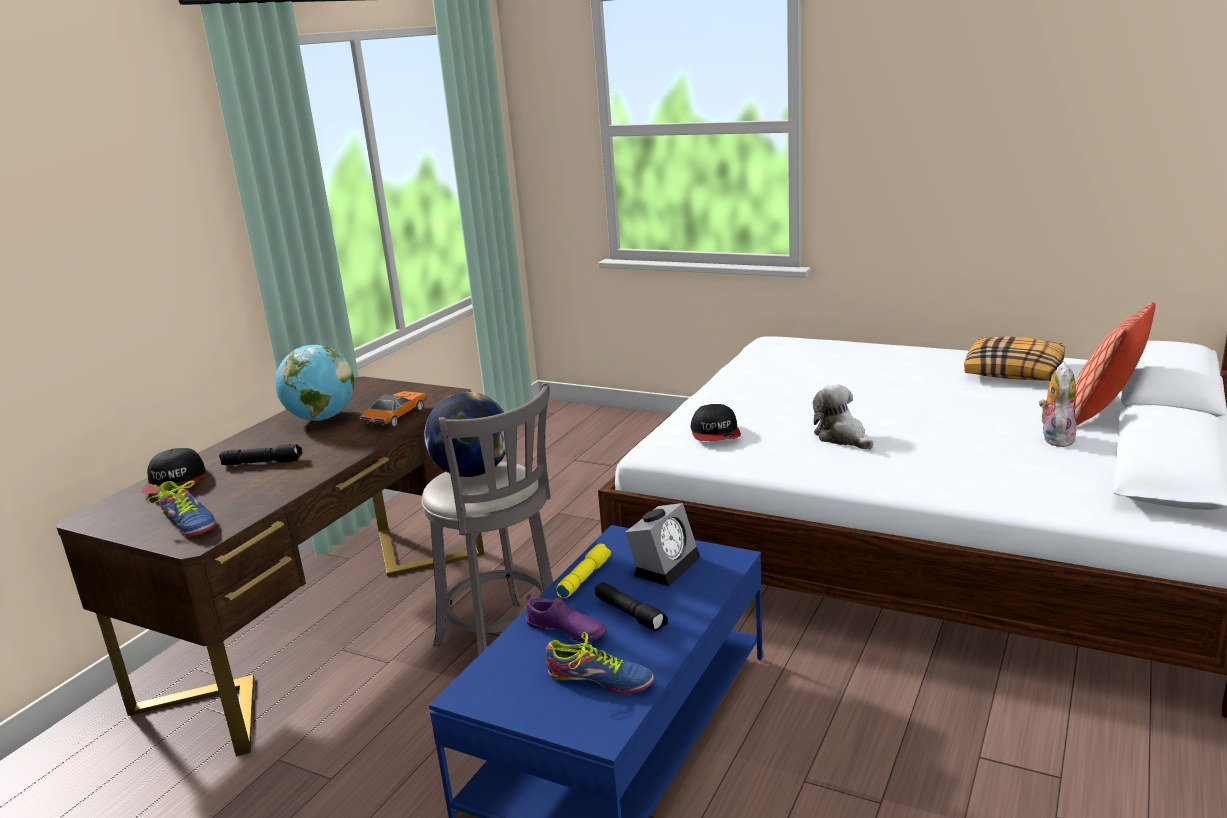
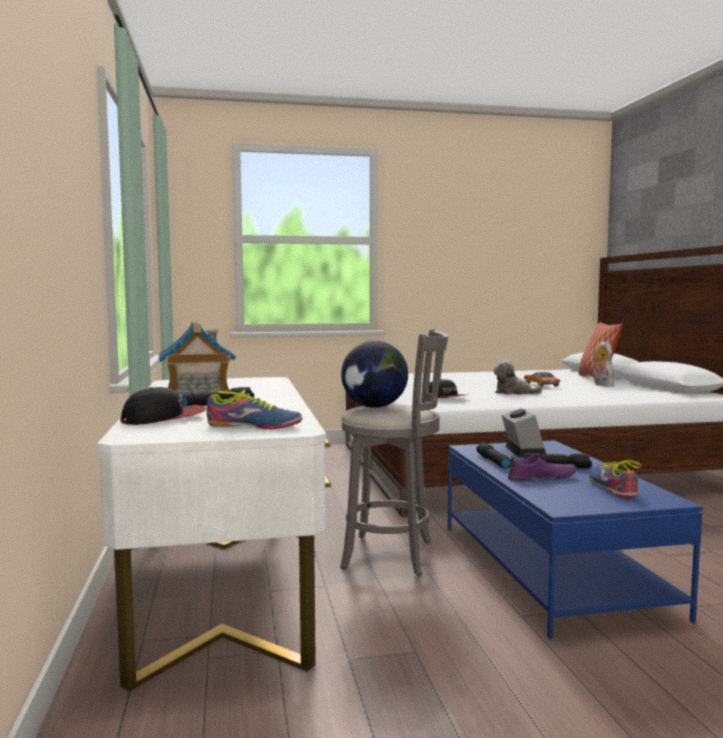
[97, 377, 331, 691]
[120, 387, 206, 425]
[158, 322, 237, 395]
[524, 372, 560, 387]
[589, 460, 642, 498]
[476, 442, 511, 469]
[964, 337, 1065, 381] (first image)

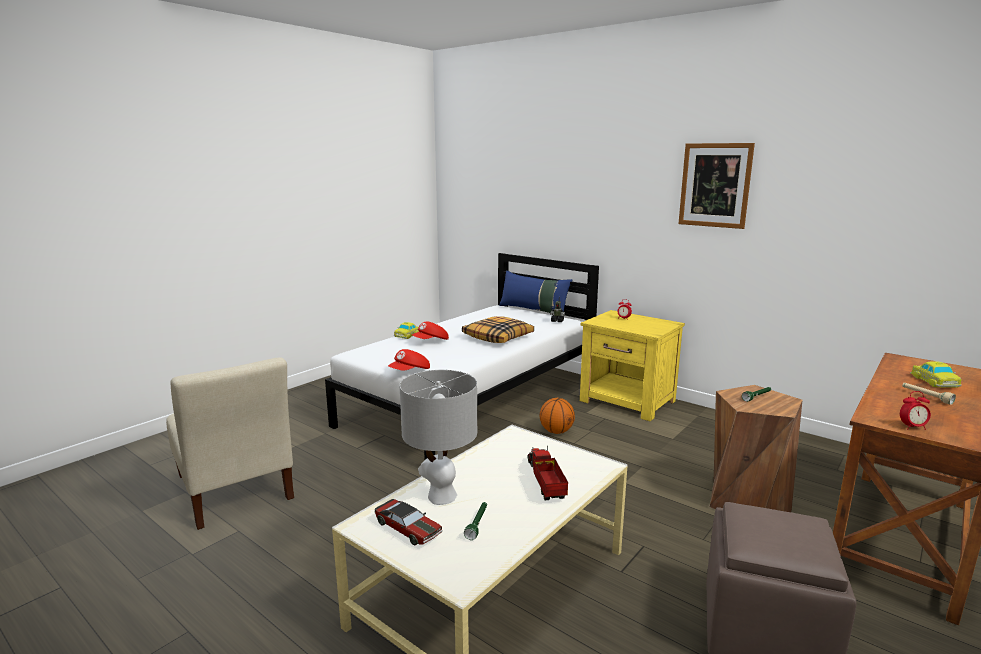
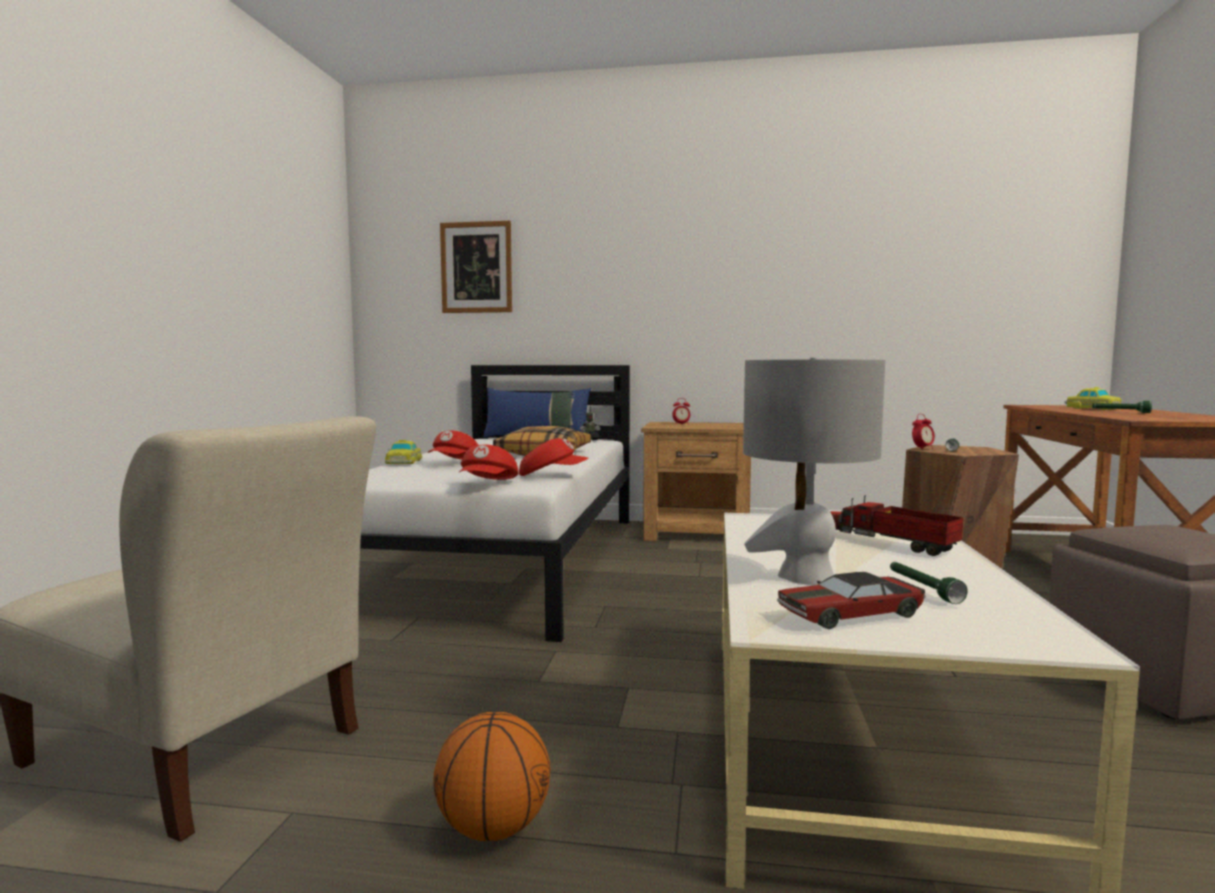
[777, 572, 925, 629]
[433, 712, 550, 841]
[641, 422, 751, 541]
[440, 221, 512, 313]
[912, 414, 935, 449]
[1092, 401, 1152, 413]
[519, 438, 588, 476]

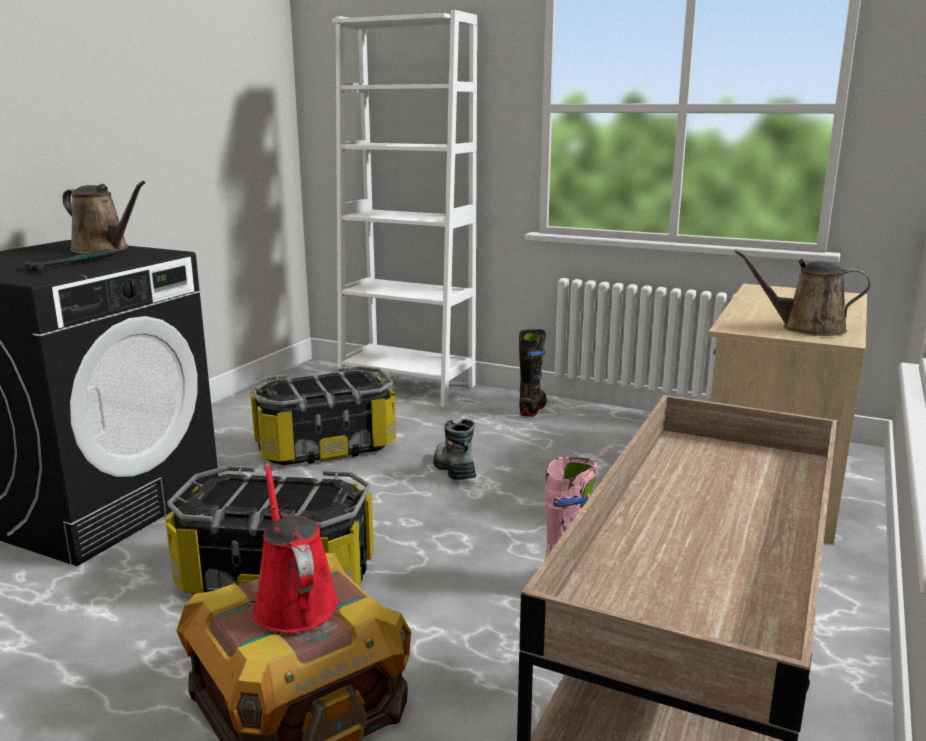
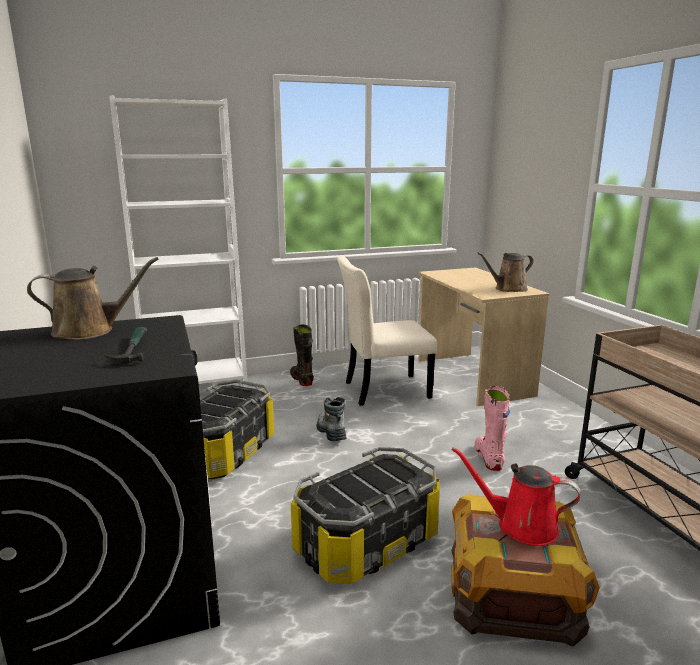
[317, 397, 347, 441]
[337, 256, 437, 406]

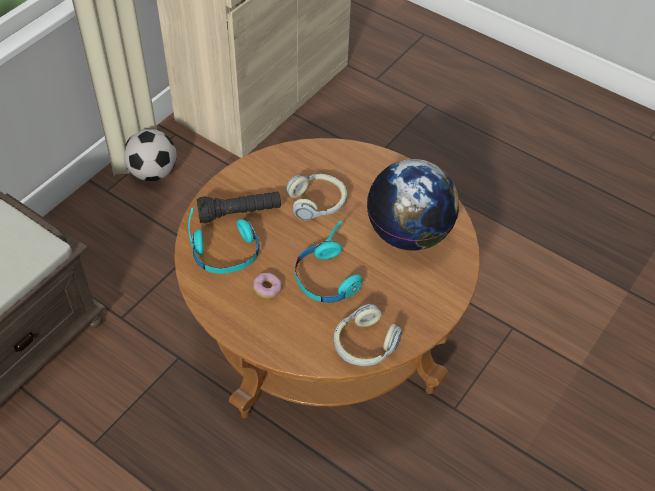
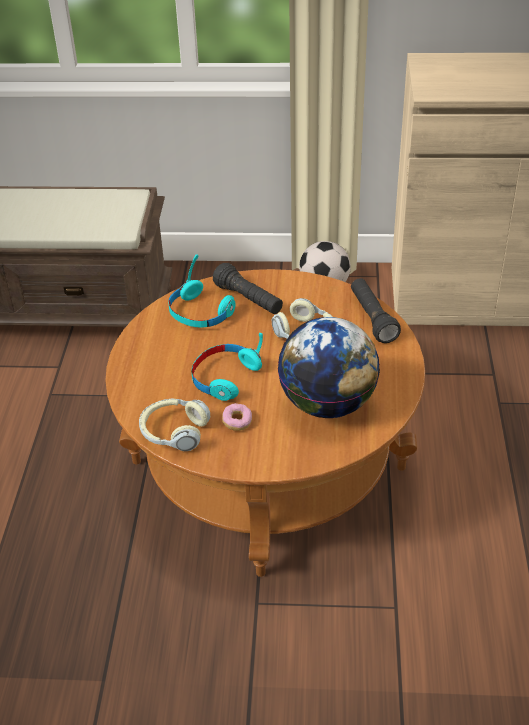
[222, 403, 252, 431]
[351, 278, 401, 343]

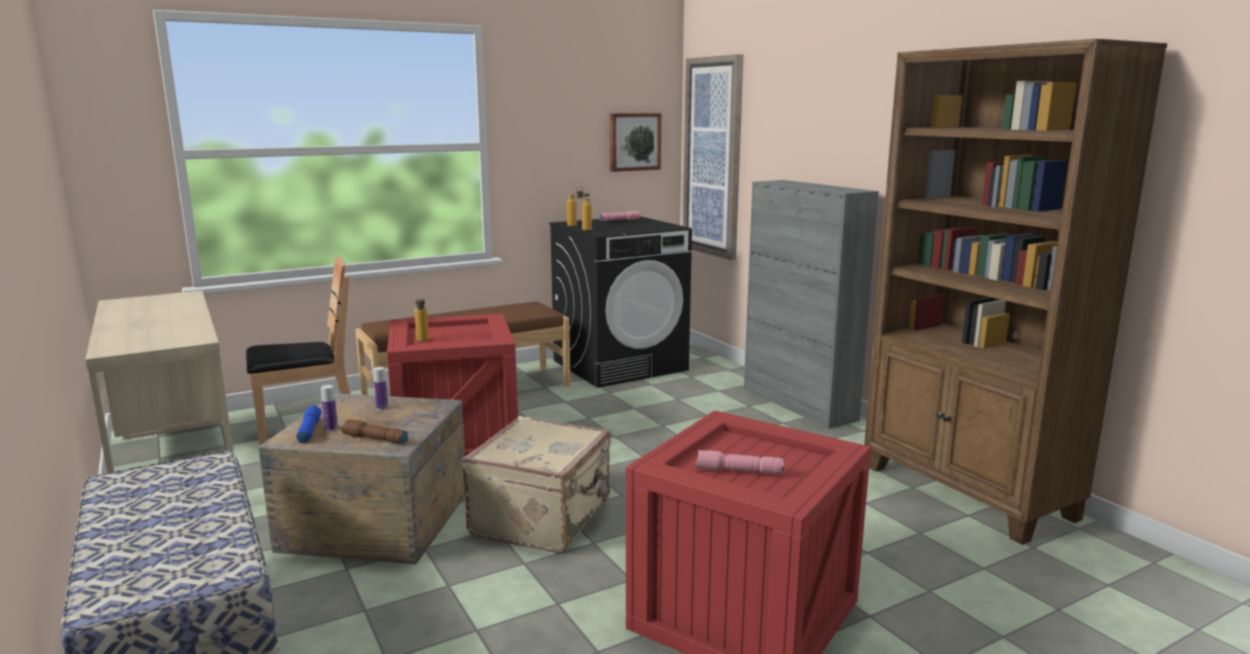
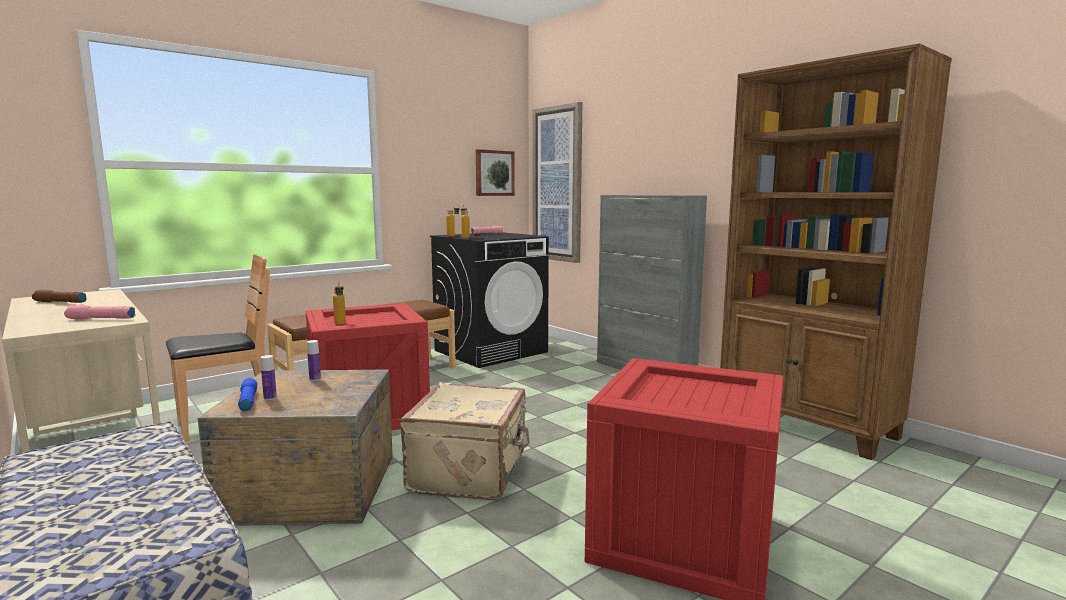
[32, 290, 87, 303]
[64, 305, 136, 319]

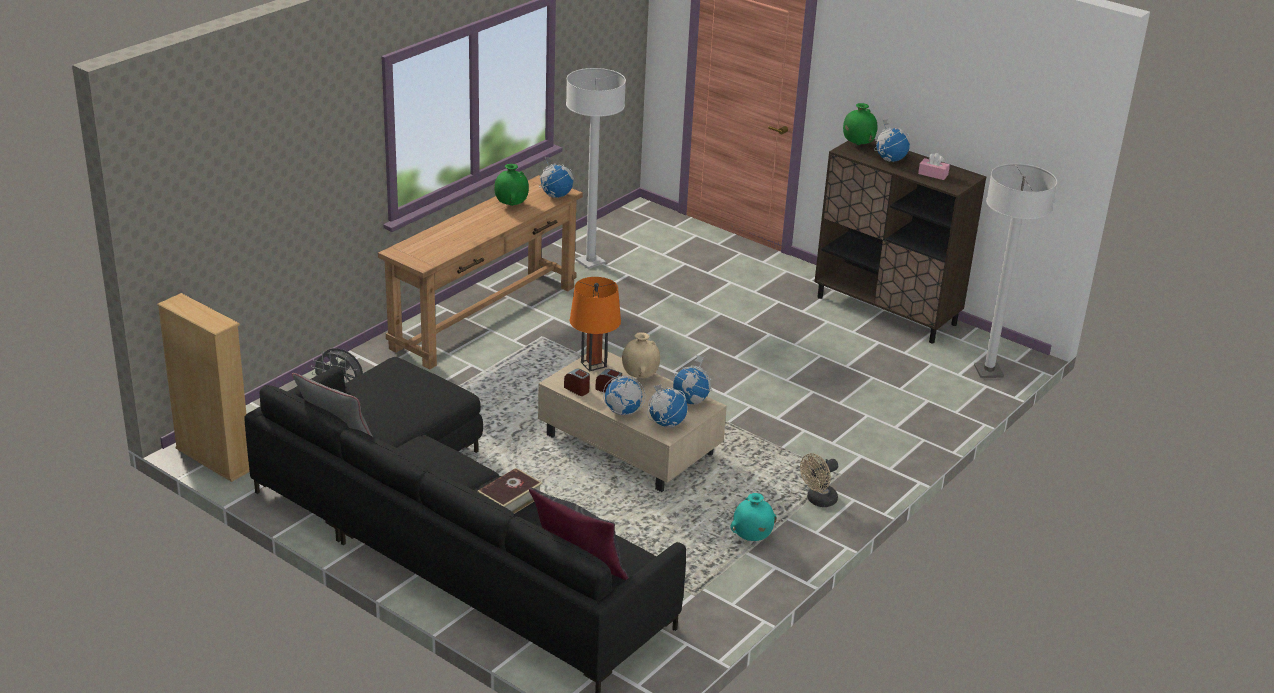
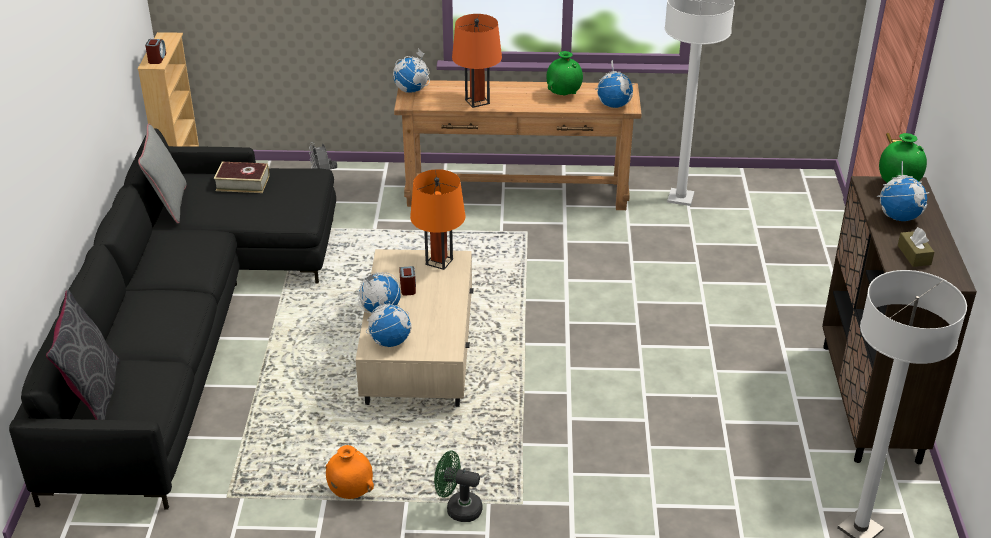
[214, 162, 270, 193]
[145, 39, 166, 64]
[622, 332, 660, 378] (first image)
[393, 49, 430, 93]
[325, 445, 374, 499]
[434, 451, 483, 522]
[898, 227, 934, 267]
[452, 14, 502, 108]

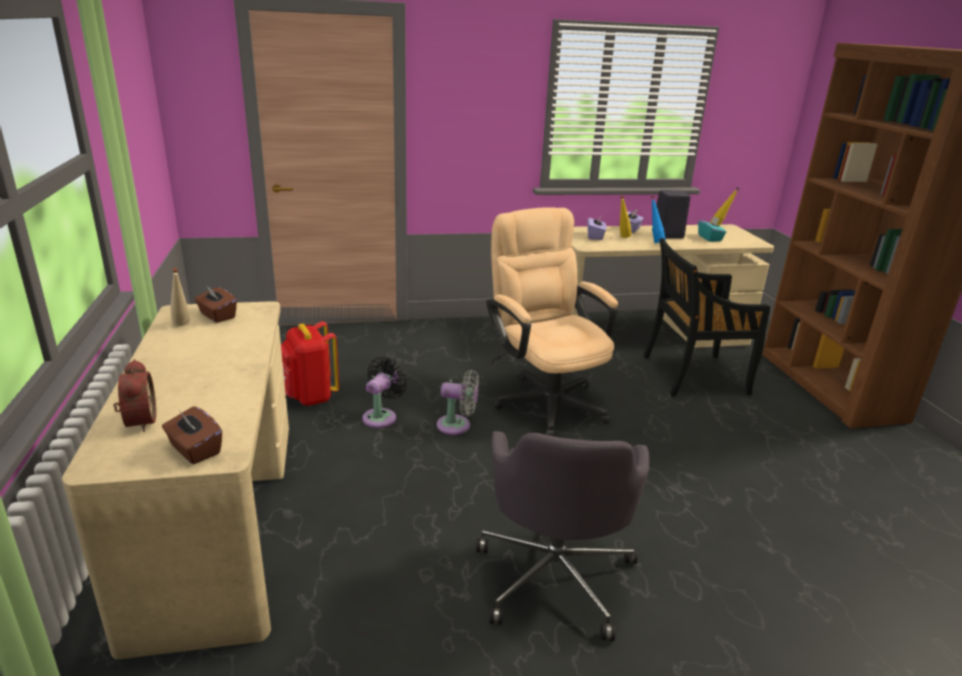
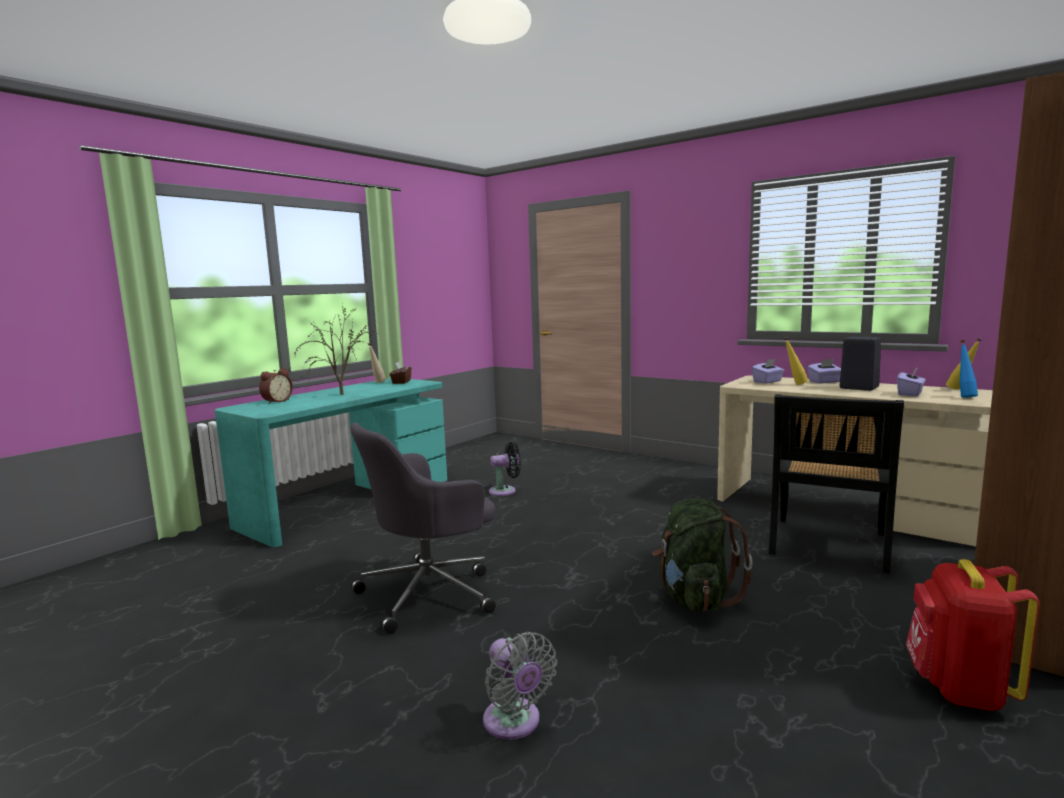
[215, 378, 447, 547]
[162, 407, 222, 464] (first image)
[906, 559, 1039, 711]
[483, 632, 557, 740]
[486, 207, 618, 436] (first image)
[769, 394, 904, 574]
[960, 340, 978, 397]
[897, 367, 926, 396]
[294, 302, 377, 395]
[652, 498, 753, 611]

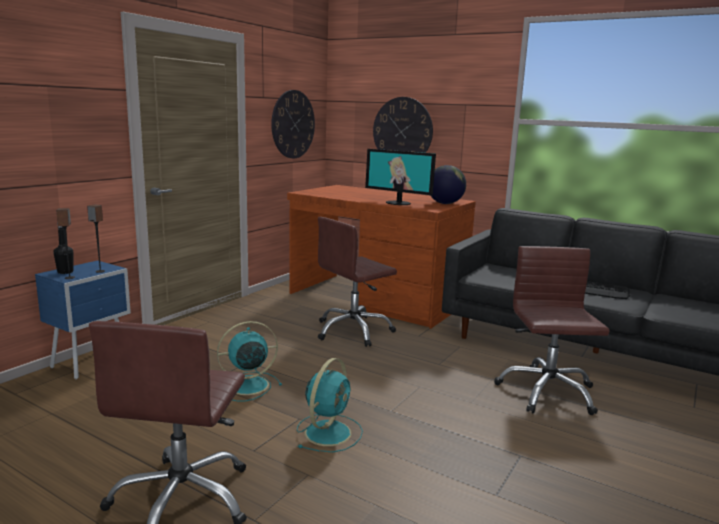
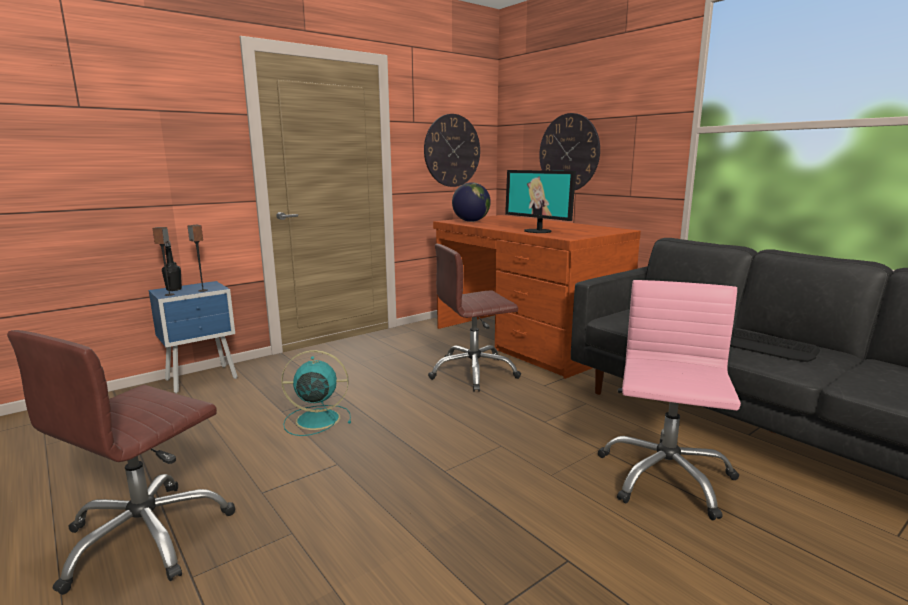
[297, 358, 363, 452] (first image)
[452, 182, 491, 222]
[597, 280, 741, 520]

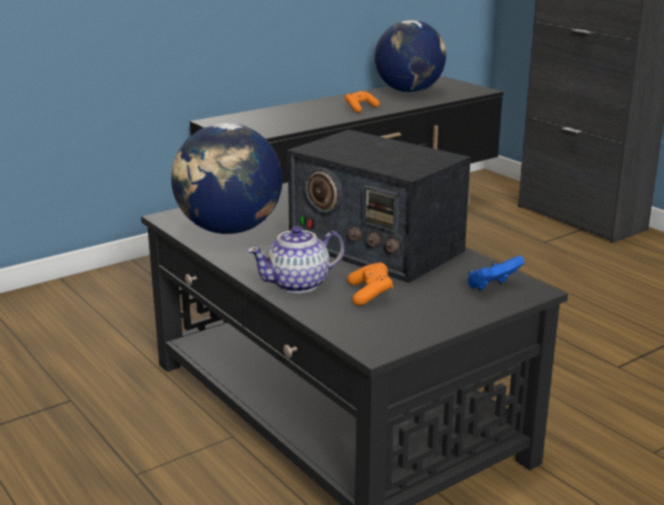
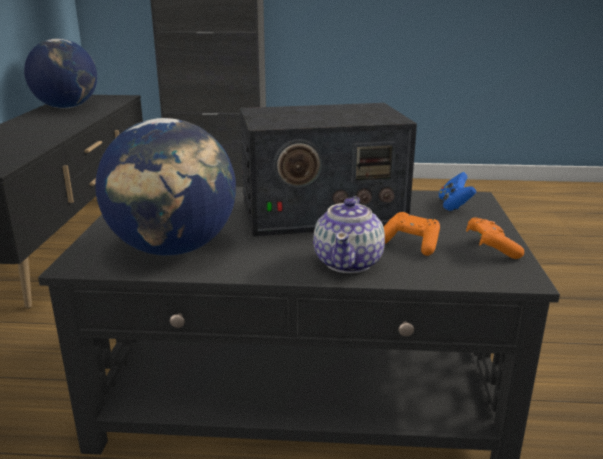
[466, 217, 524, 259]

